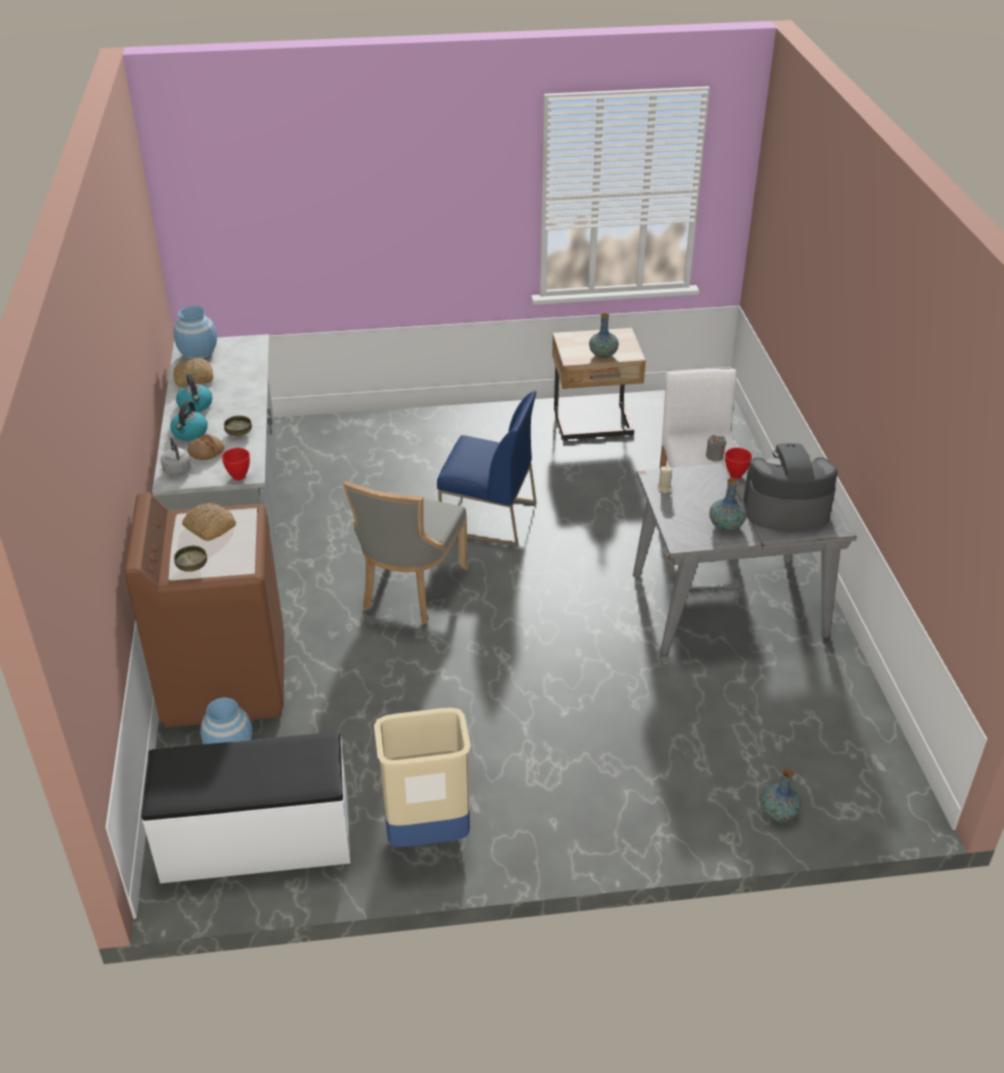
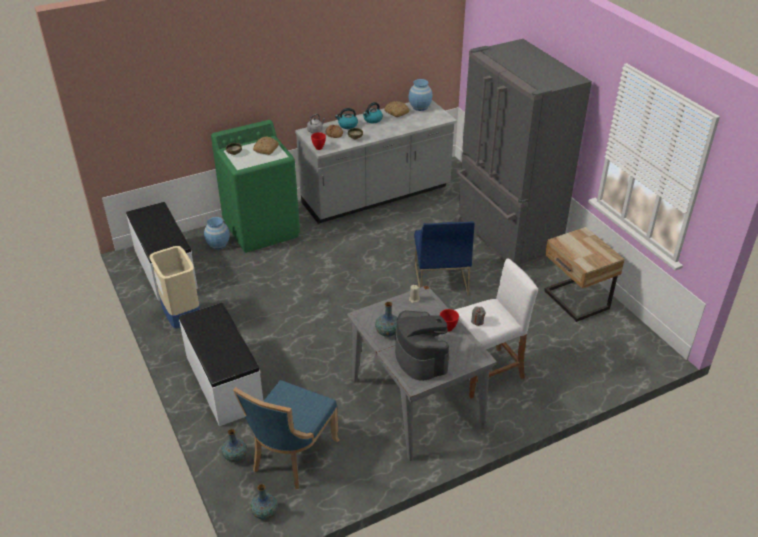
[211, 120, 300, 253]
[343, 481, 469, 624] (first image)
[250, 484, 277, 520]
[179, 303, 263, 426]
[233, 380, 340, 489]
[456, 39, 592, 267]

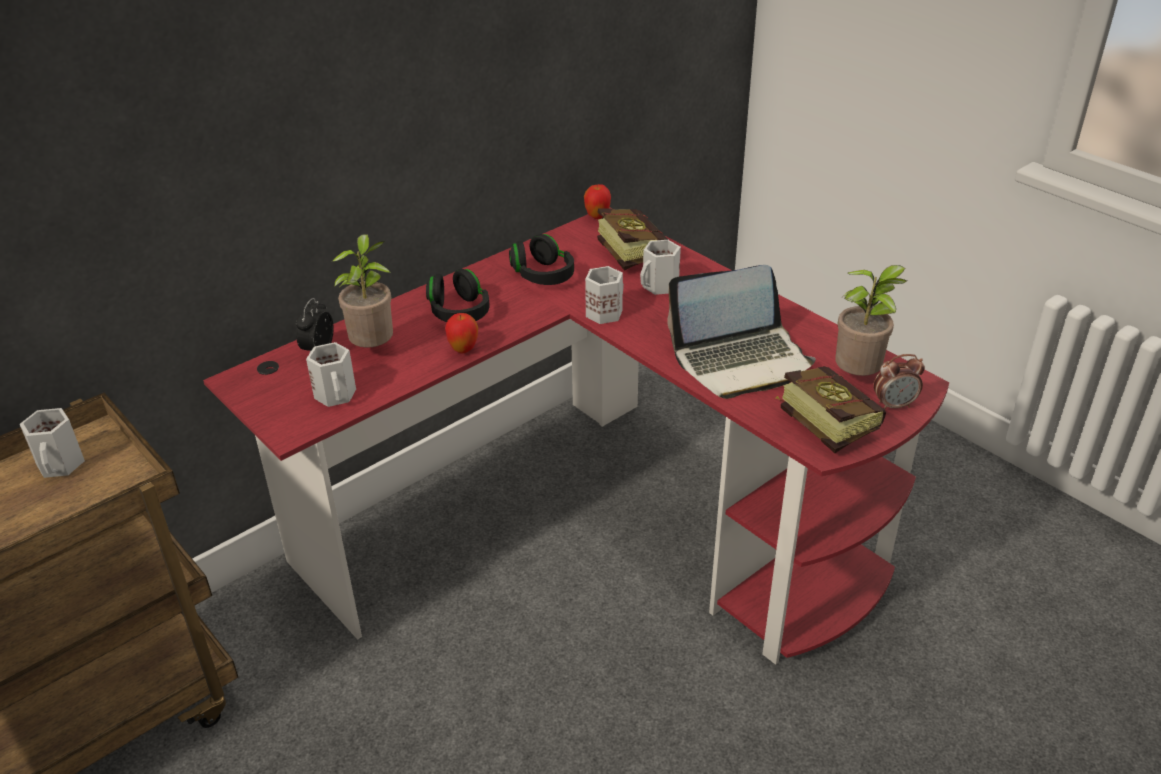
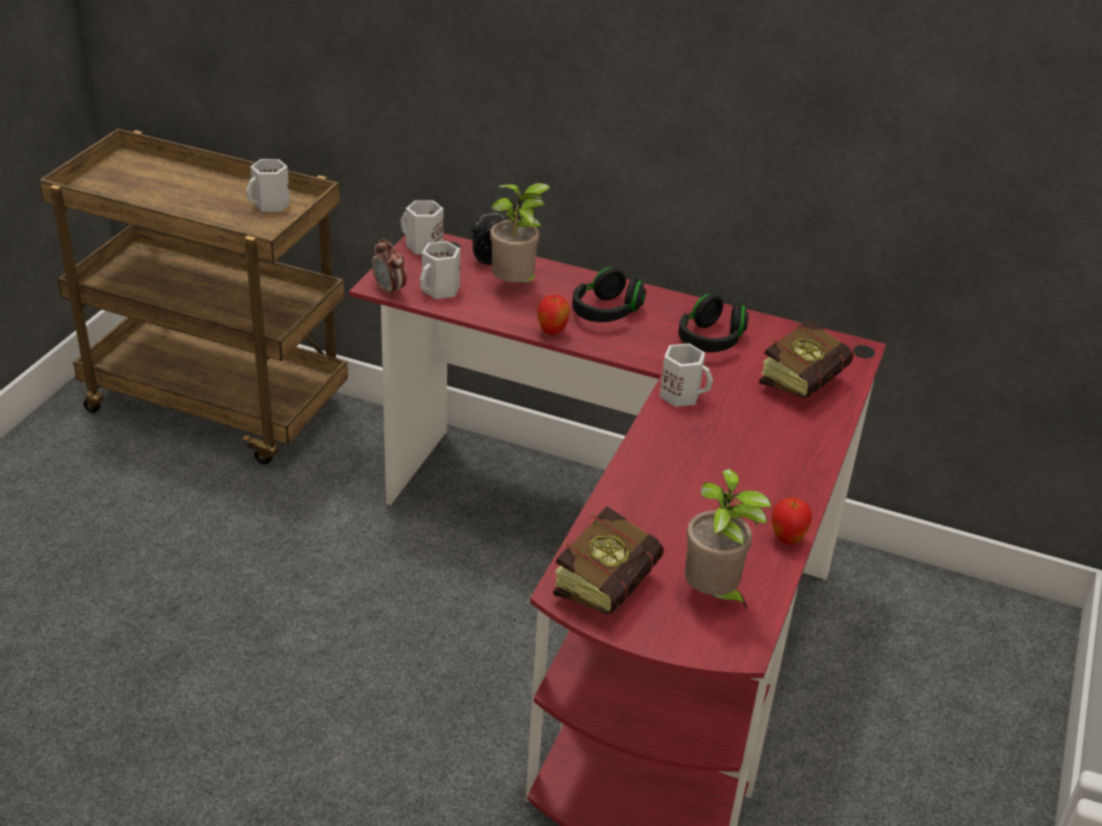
[772, 498, 813, 544]
[401, 200, 443, 254]
[667, 265, 816, 399] (first image)
[372, 239, 407, 298]

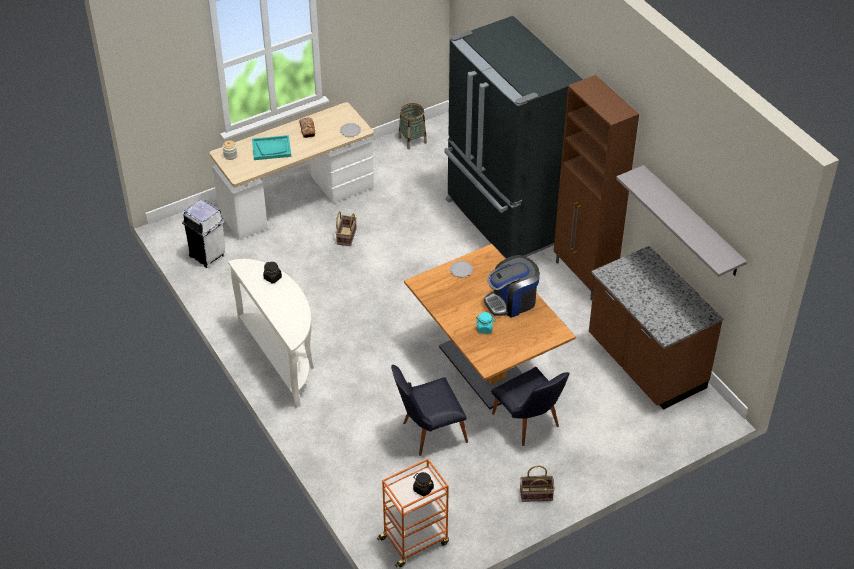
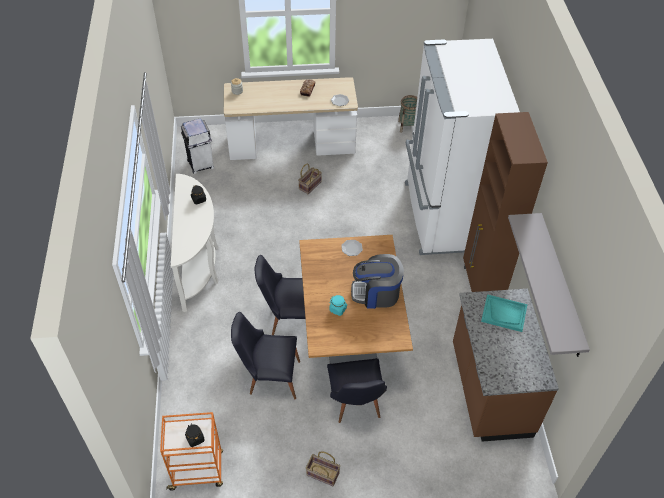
[481, 294, 528, 332]
[405, 39, 520, 255]
[255, 255, 305, 335]

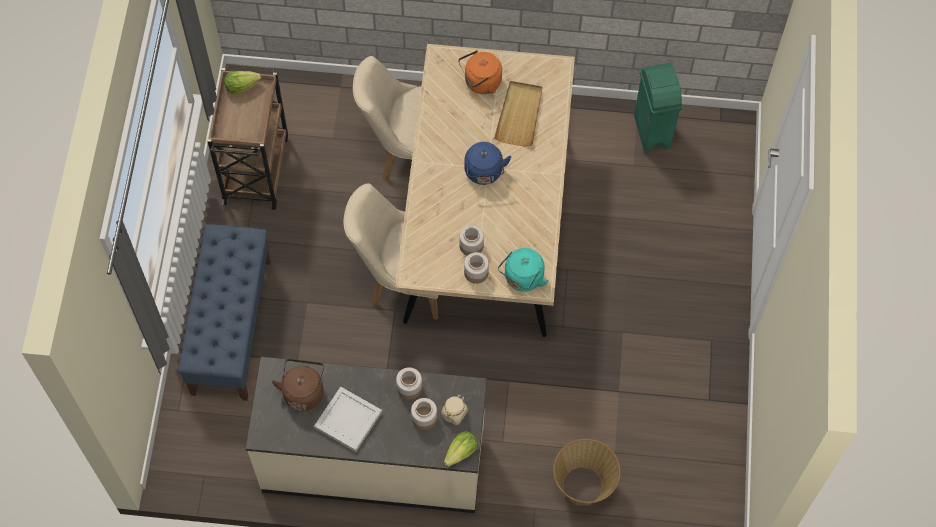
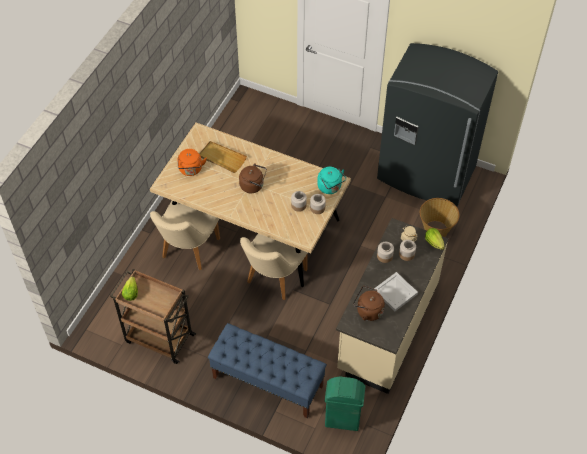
[239, 163, 267, 193]
[325, 377, 365, 431]
[377, 43, 498, 207]

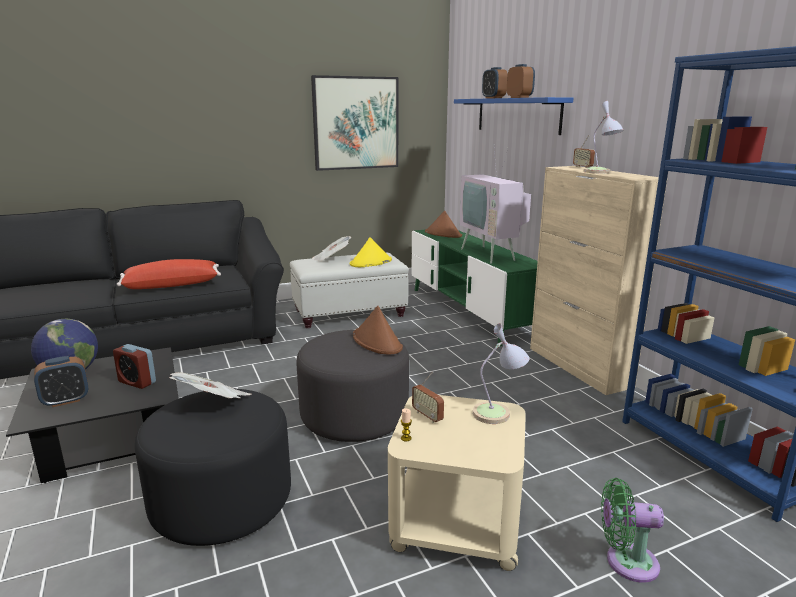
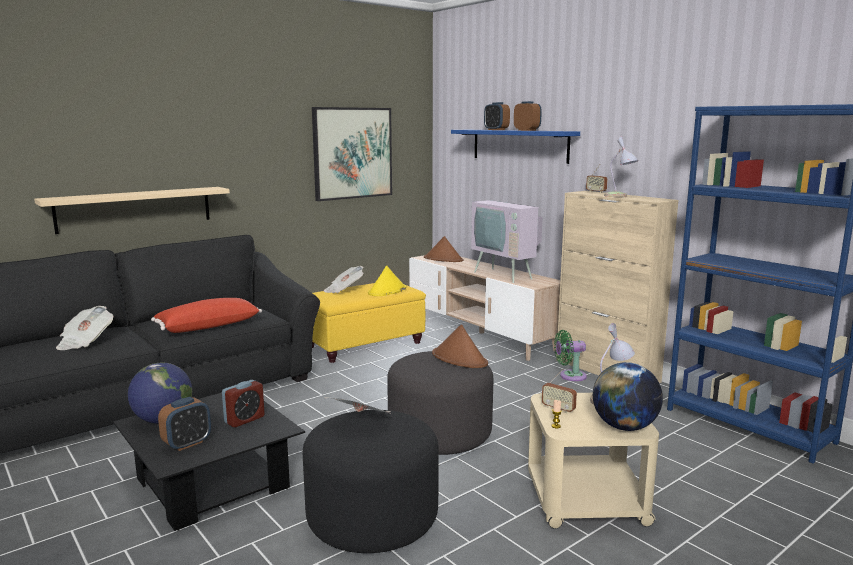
[222, 380, 265, 427]
[312, 283, 426, 363]
[409, 255, 560, 361]
[554, 330, 587, 381]
[34, 187, 230, 234]
[56, 306, 113, 350]
[593, 362, 663, 431]

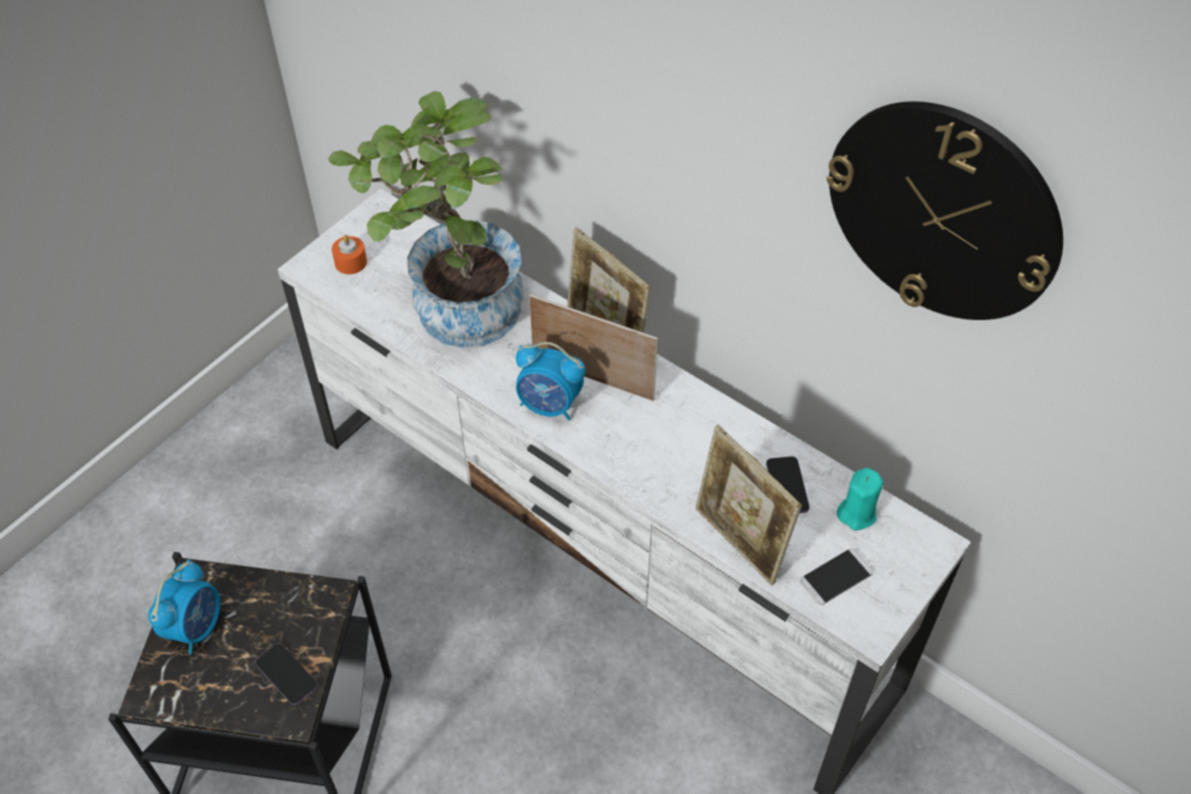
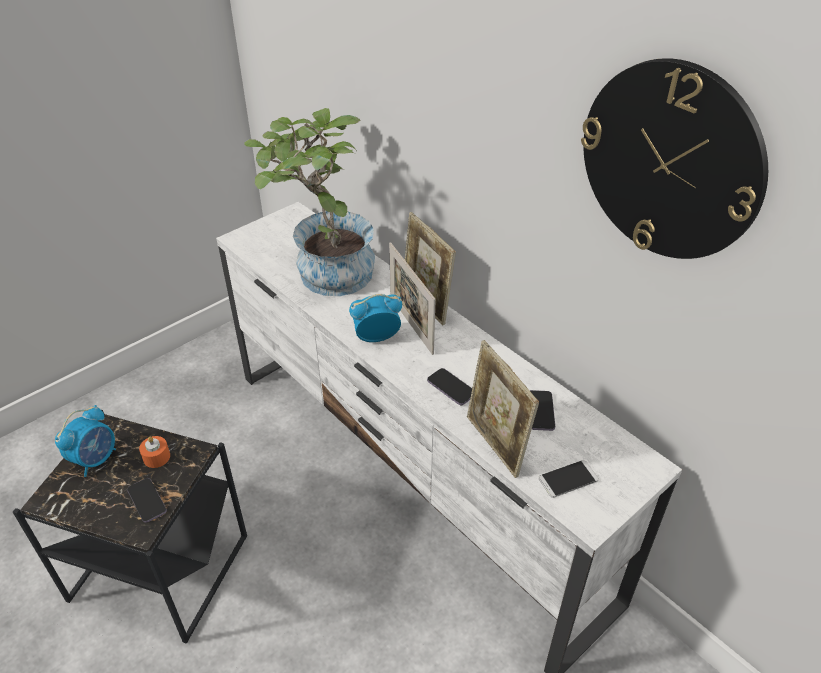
[139, 436, 170, 468]
[349, 294, 402, 342]
[389, 242, 436, 355]
[837, 468, 883, 530] (first image)
[427, 368, 472, 405]

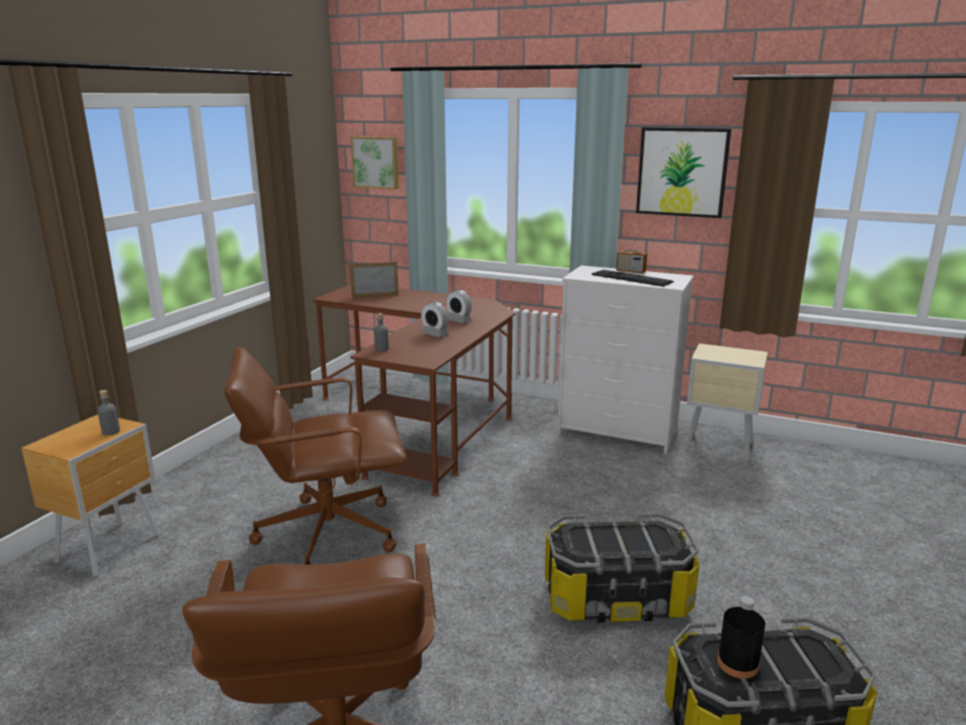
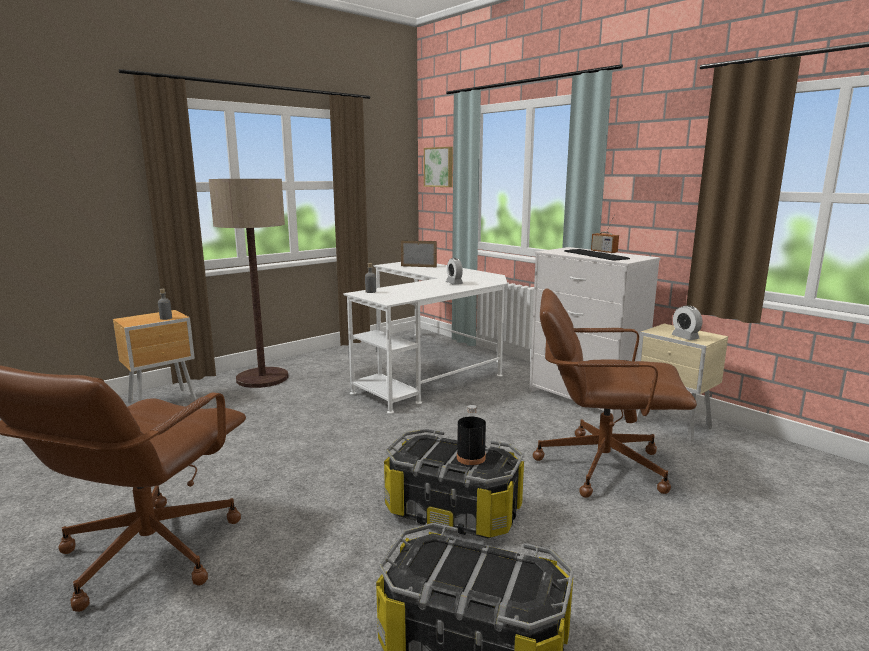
[533, 288, 697, 498]
[344, 262, 508, 414]
[671, 305, 702, 340]
[636, 127, 731, 218] (first image)
[457, 405, 486, 465]
[209, 179, 289, 388]

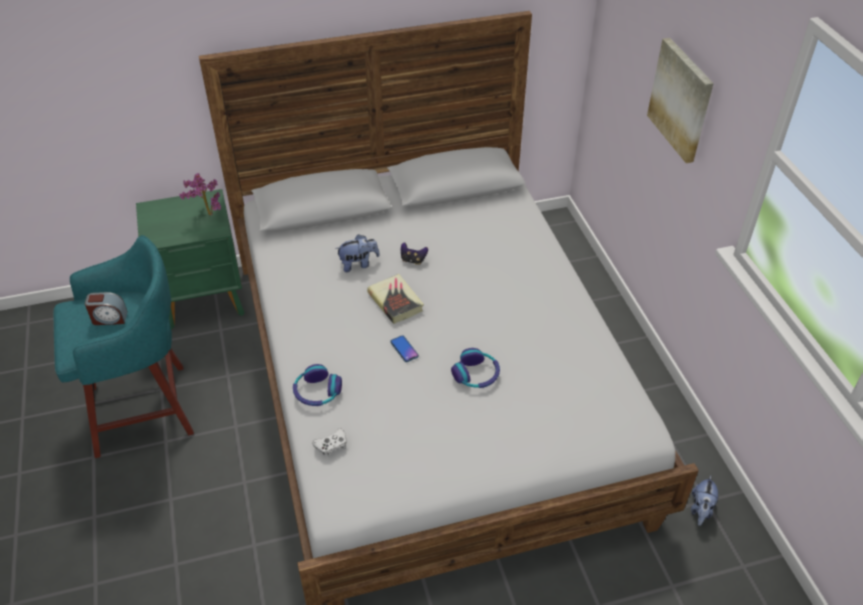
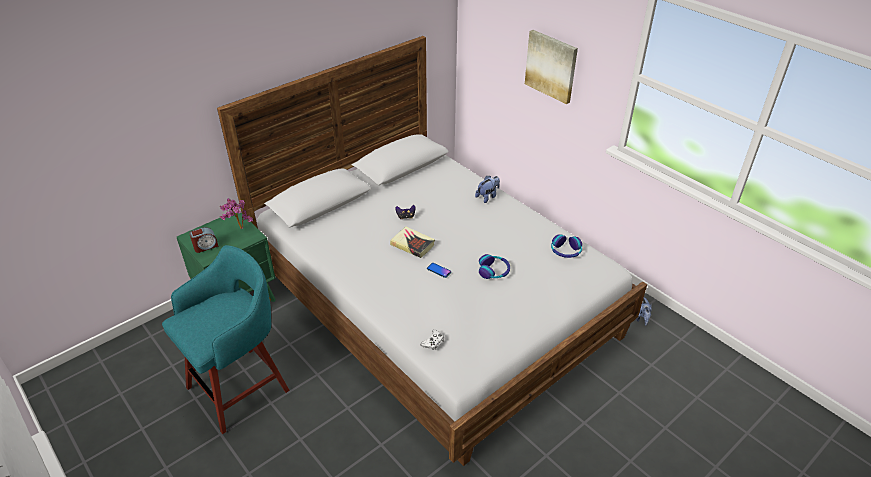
[189, 227, 219, 253]
[551, 234, 582, 258]
[475, 176, 500, 203]

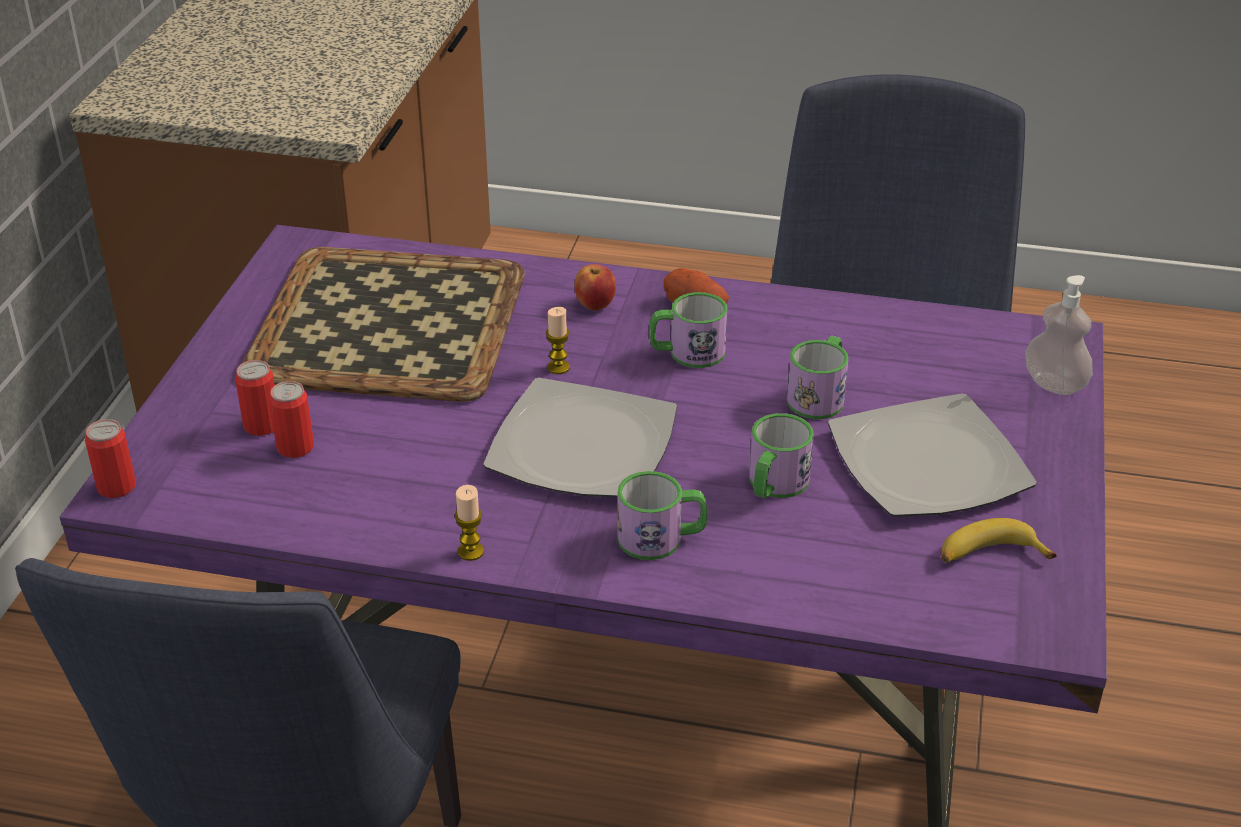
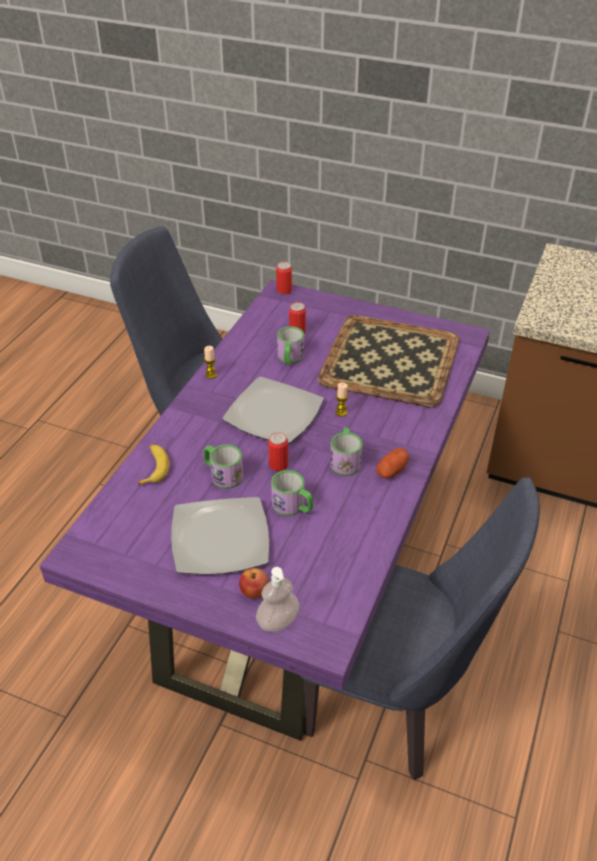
[268, 432, 288, 471]
[239, 568, 269, 599]
[277, 326, 304, 365]
[138, 444, 169, 486]

